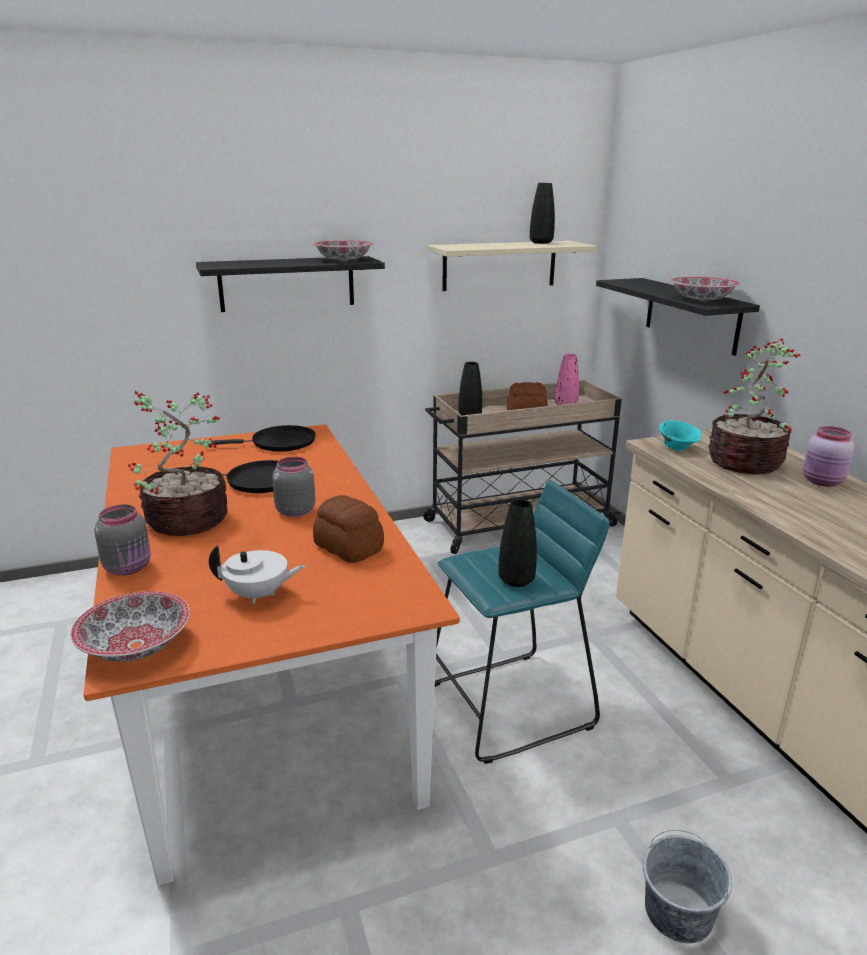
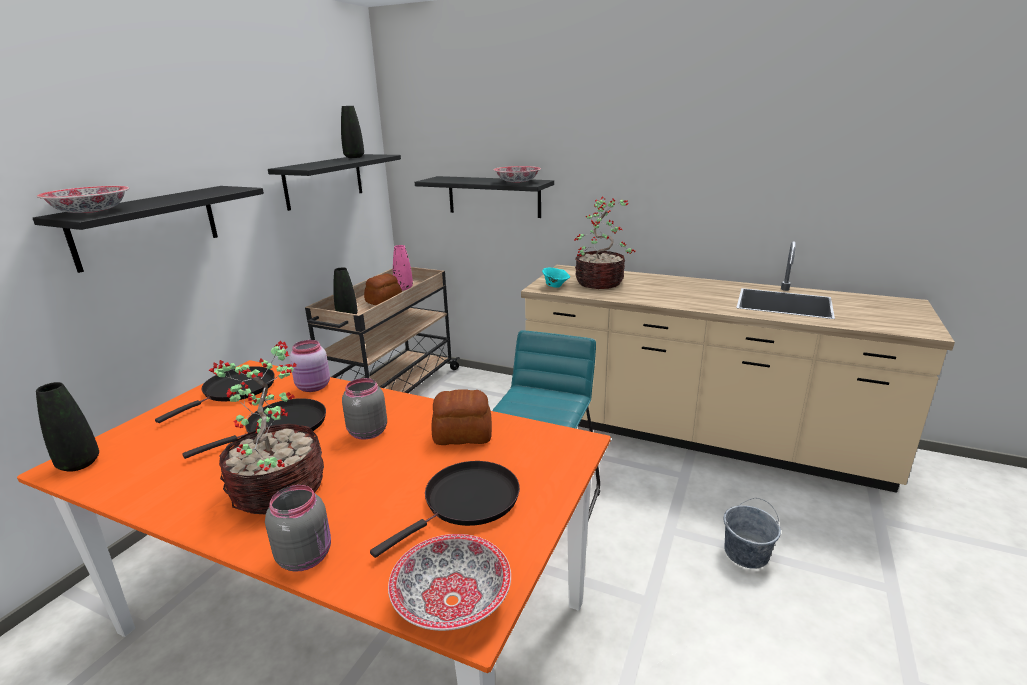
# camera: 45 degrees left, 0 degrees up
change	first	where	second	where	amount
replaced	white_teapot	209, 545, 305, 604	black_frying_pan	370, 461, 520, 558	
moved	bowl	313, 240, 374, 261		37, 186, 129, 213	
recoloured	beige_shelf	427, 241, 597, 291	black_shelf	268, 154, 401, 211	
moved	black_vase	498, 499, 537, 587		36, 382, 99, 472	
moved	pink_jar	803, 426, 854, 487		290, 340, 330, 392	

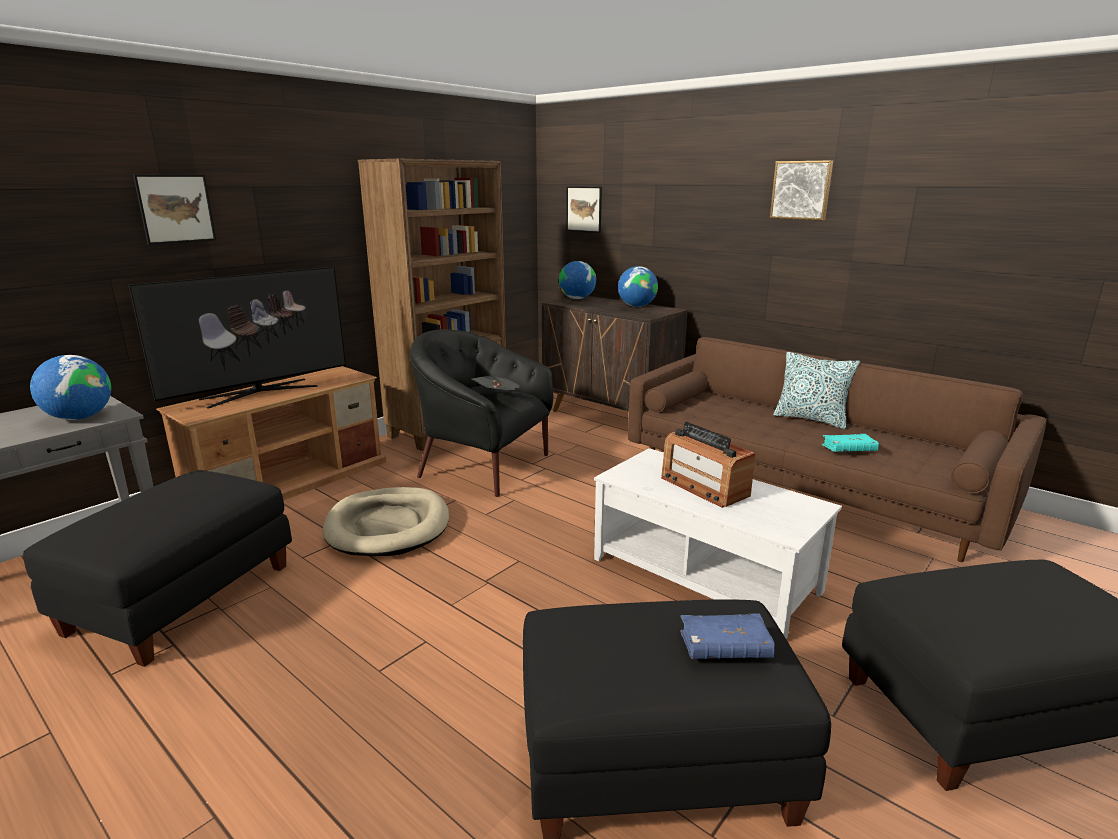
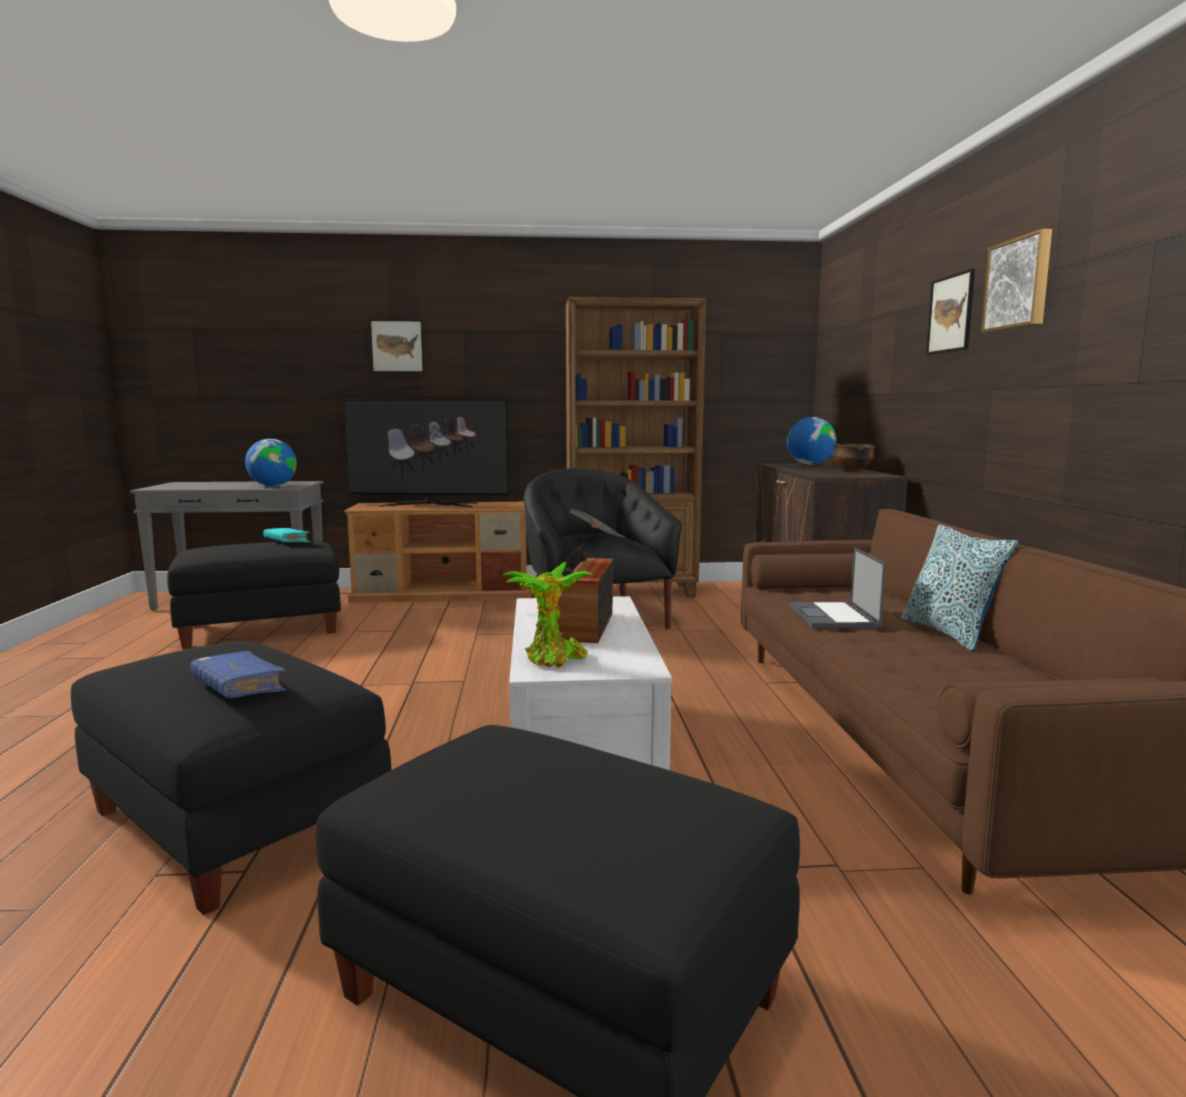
# camera: 45 degrees right, 10 degrees down
change	first	where	second	where	amount
removed	beige_dog_bed	323, 487, 449, 556			
moved	picture	566, 186, 602, 233		926, 269, 975, 355	
replaced	globe	618, 266, 658, 307	bowl	832, 444, 875, 472	
moved	turquoise_book	822, 434, 879, 452		263, 528, 310, 542	
added			potted_plant	503, 562, 591, 668	
added			laptop	789, 547, 886, 628	

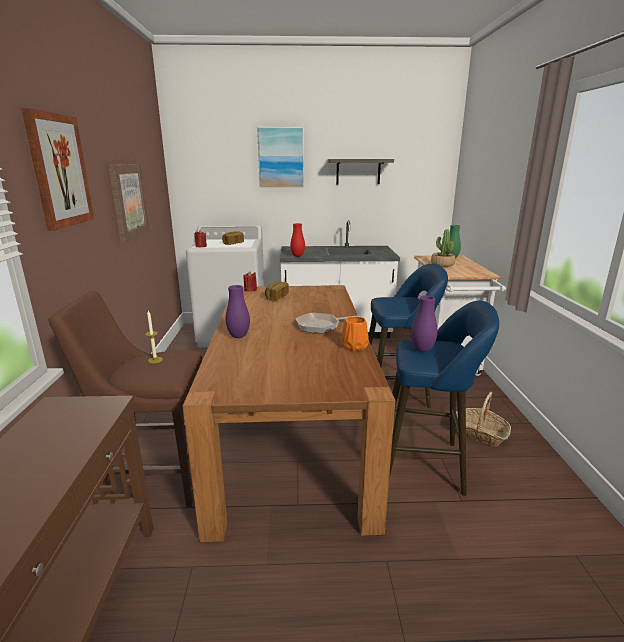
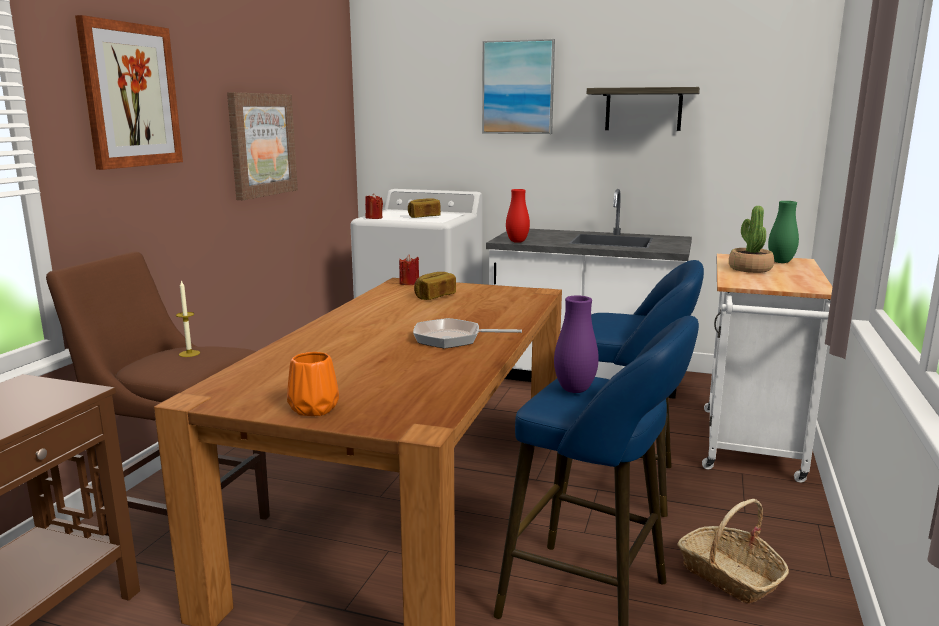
# camera: 20 degrees right, 5 degrees down
change	first	where	second	where	amount
removed	purple_vase	226, 285, 250, 338			
moved	orange_vase	341, 317, 369, 351		287, 352, 339, 416	

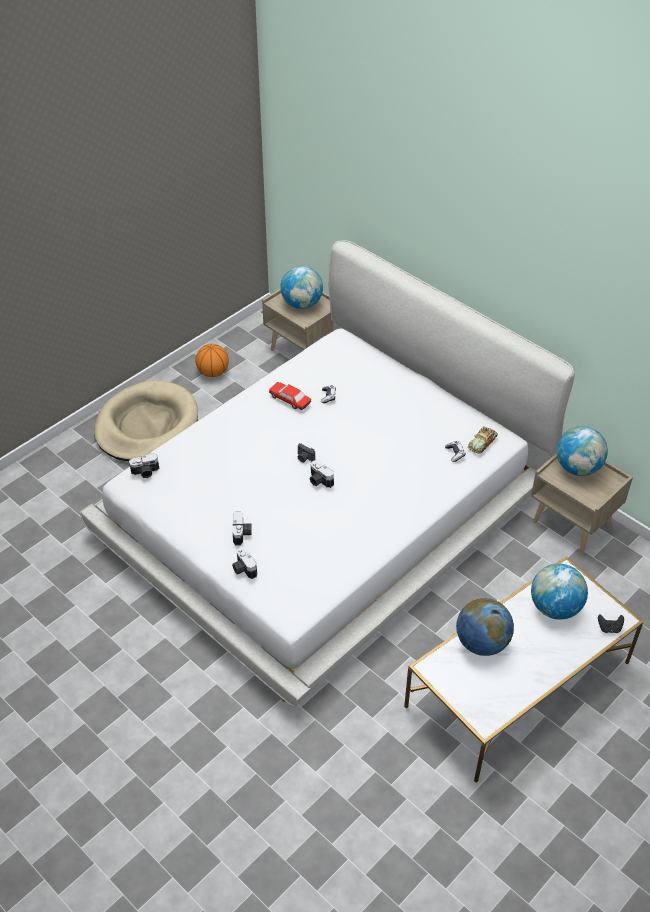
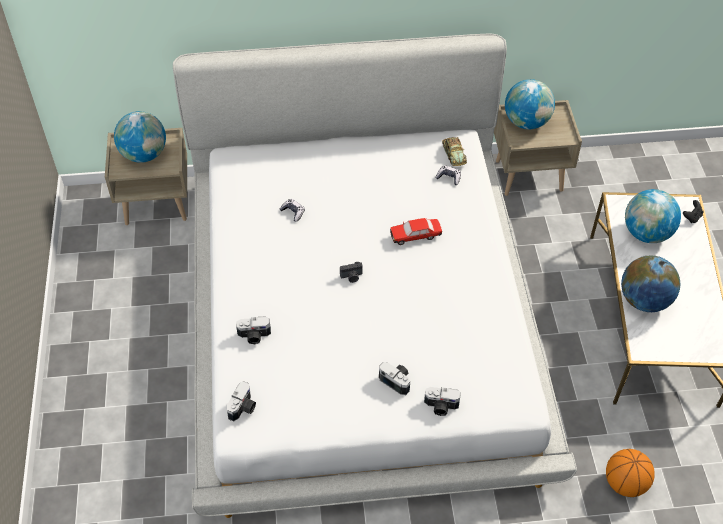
# camera: 50 degrees left, 5 degrees up
change	first	where	second	where	amount
removed	beige_dog_bed	94, 381, 198, 461			
moved	basketball	195, 344, 229, 377		606, 449, 655, 497	
moved	toy_car	269, 382, 311, 410		390, 218, 442, 245	
moved	photo_camera	310, 461, 334, 488		236, 316, 271, 344	

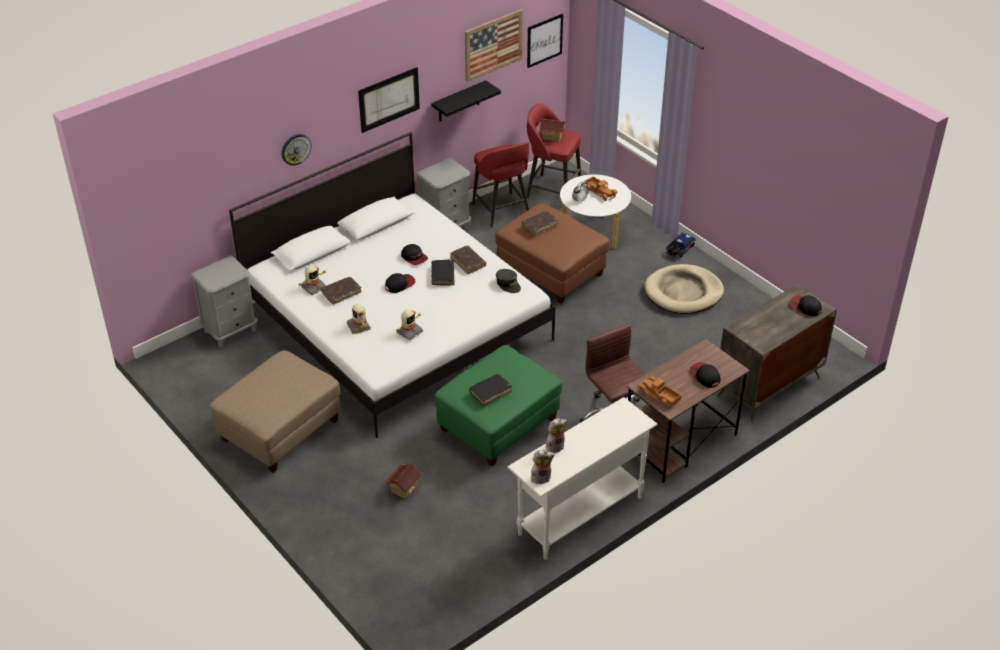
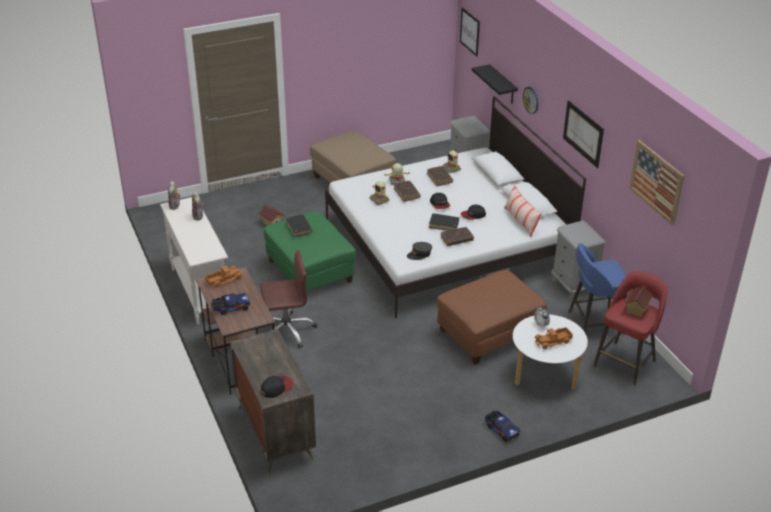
# camera: 105 degrees right, 5 degrees down
change	first	where	second	where	amount
moved	black_shelf	431, 80, 501, 121		472, 64, 518, 104	
recoloured	red_stool	472, 142, 529, 228	blue_stool	568, 243, 629, 334	
moved	brown_book	522, 211, 559, 236		394, 181, 421, 202	
moved	picture	527, 14, 563, 68		460, 7, 480, 57	
removed	beige_dog_bed	645, 264, 724, 314			
replaced	cap	690, 362, 721, 388	toy_truck	211, 293, 250, 315	
added			pillow	504, 185, 542, 237	

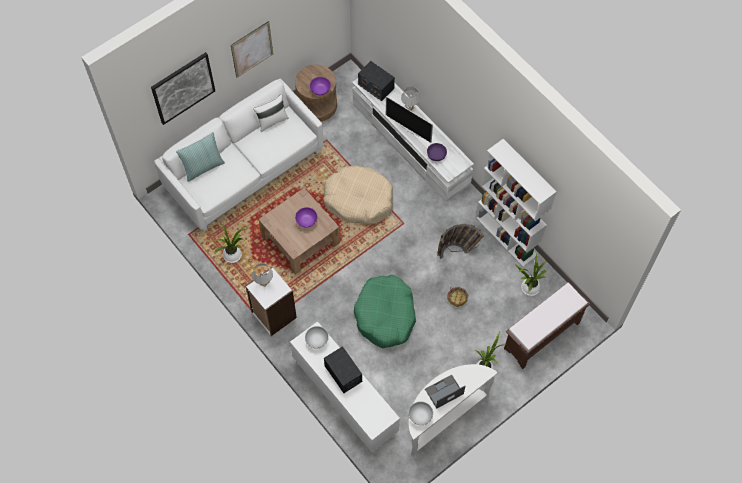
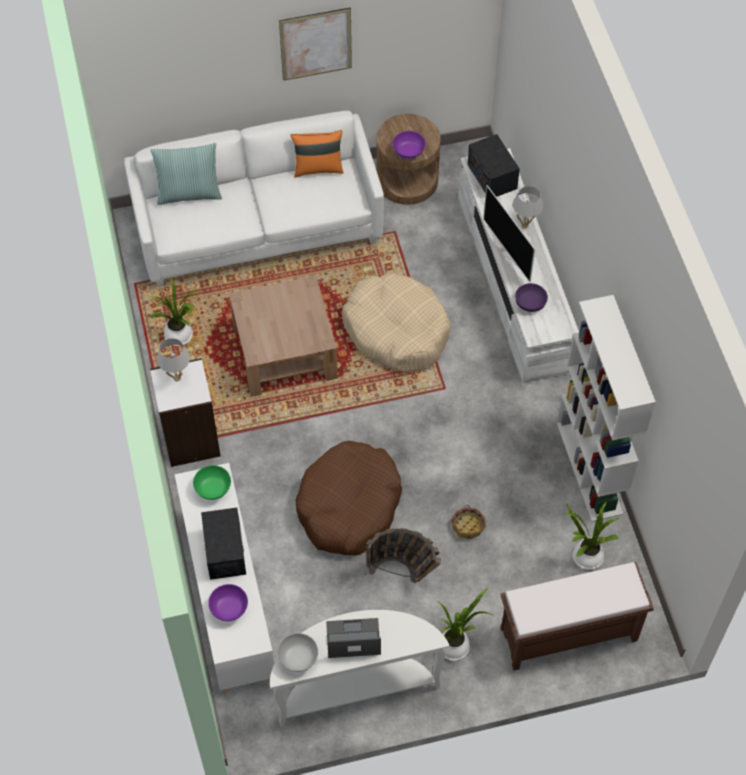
# camera: 25 degrees right, 5 degrees down
change	first	where	second	where	amount
removed	picture	151, 52, 215, 125			
recoloured	white_pillow	253, 94, 289, 132	orange_pillow	290, 130, 344, 178	
moved	purple_bowl	295, 207, 317, 228		208, 584, 248, 621	
recoloured	white_bowl	305, 326, 329, 349	green_bowl	193, 465, 231, 500	
recoloured	green_dog_bed	354, 275, 416, 348	brown_dog_bed	296, 441, 402, 556	
moved	basket	437, 224, 485, 259		366, 528, 441, 583	

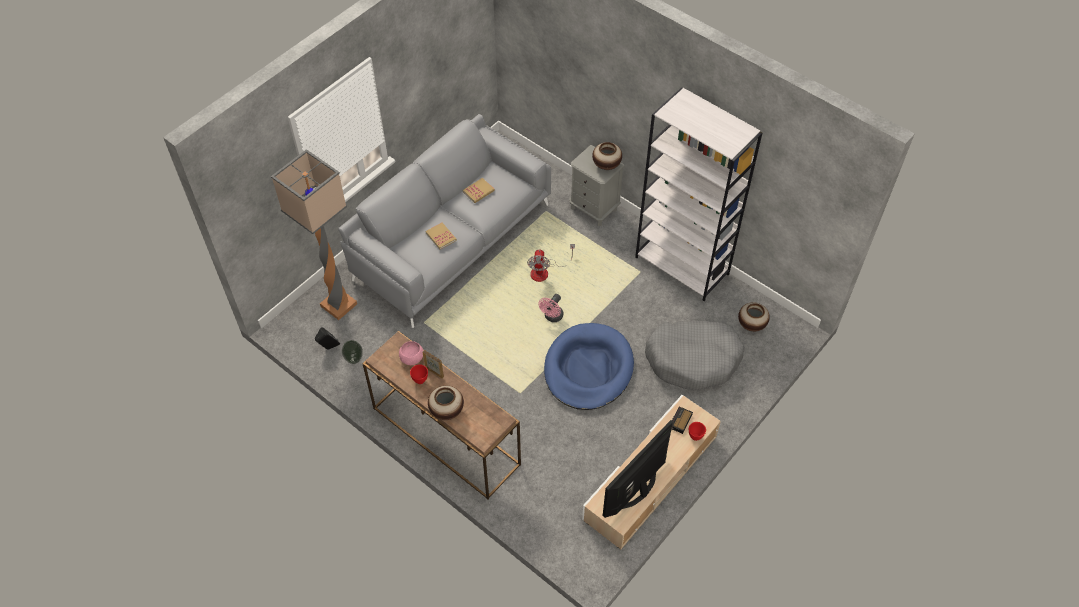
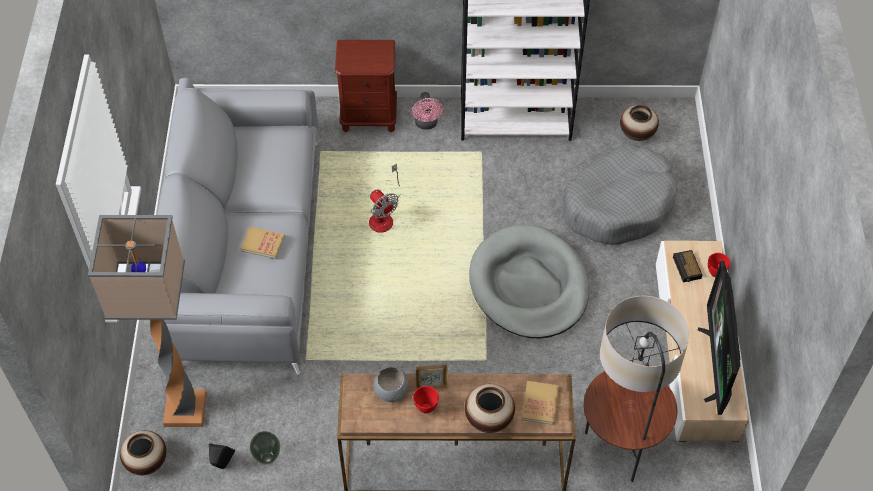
# camera: 40 degrees left, 0 degrees up
change	first	where	second	where	amount
recoloured	pink_bowl	399, 341, 423, 365	grey_bowl	374, 367, 409, 402	
moved	book	463, 178, 495, 203		522, 381, 559, 425	
moved	pink_fan	538, 294, 563, 322		412, 92, 443, 129	
recoloured	blue_dog_bed	544, 323, 634, 410	grey_dog_bed	469, 225, 589, 339	
recoloured	grey_nightstand	569, 145, 624, 226	brown_nightstand	335, 40, 397, 133	
moved	vase	592, 142, 622, 170		120, 430, 167, 475	
added			floor_lamp	584, 296, 689, 482	

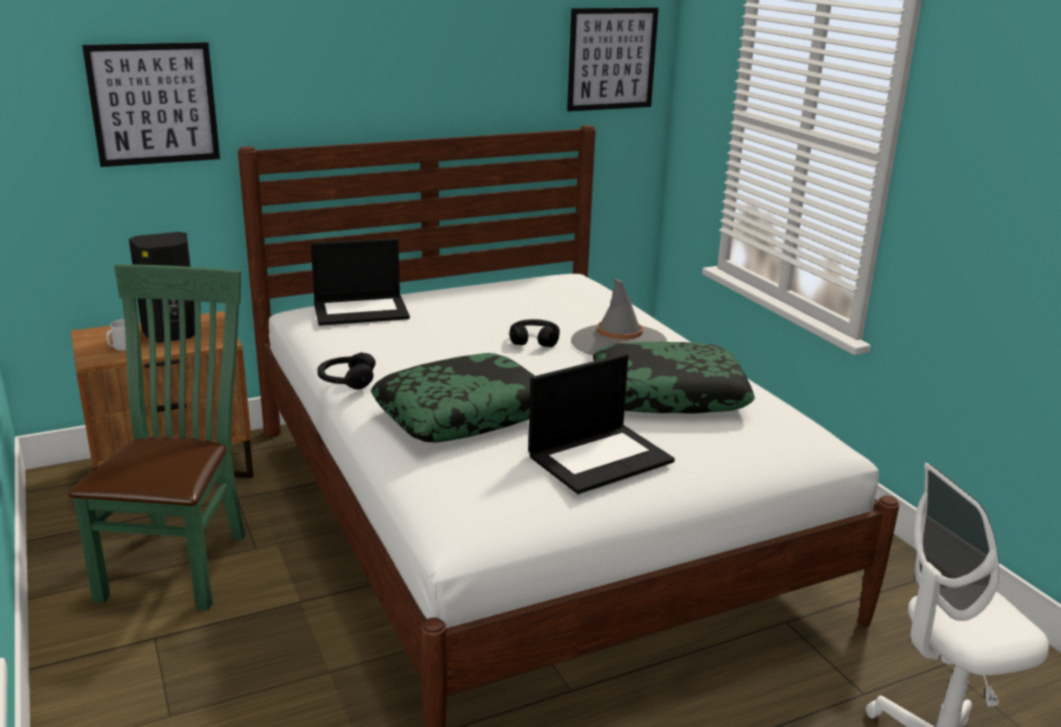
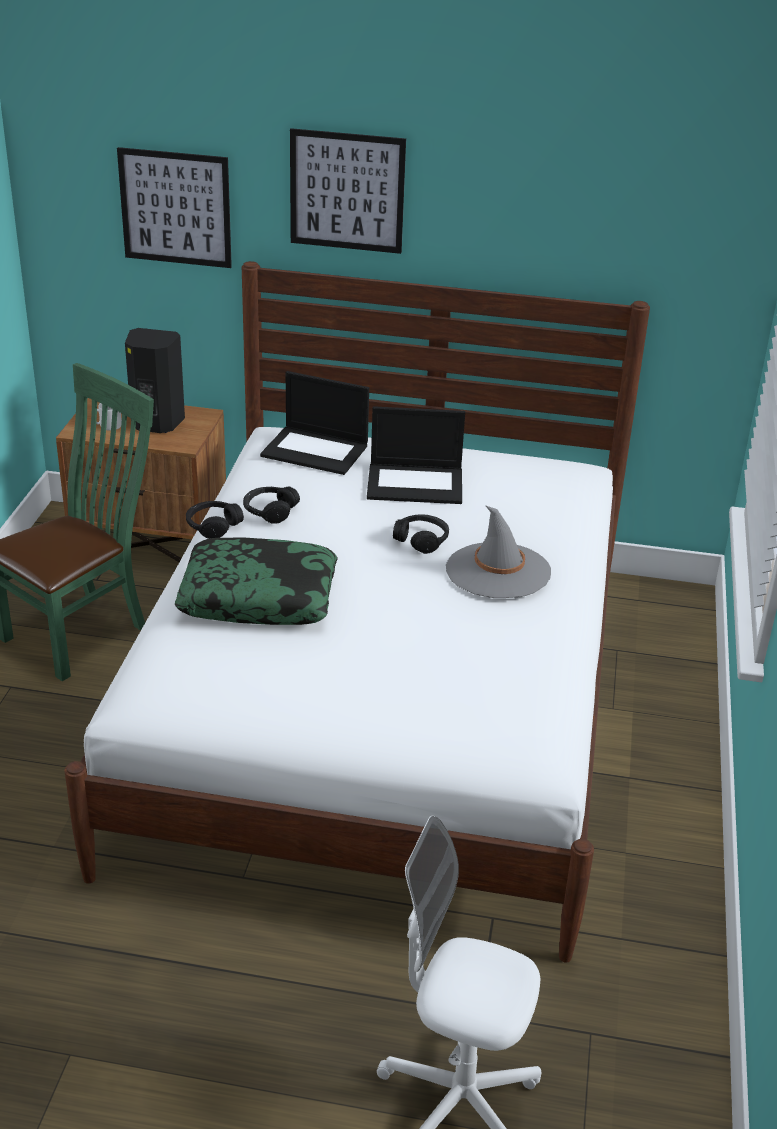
# camera: 35 degrees right, 10 degrees up
change	first	where	second	where	amount
moved	laptop	528, 353, 675, 494		367, 406, 465, 504	
moved	picture	567, 8, 658, 111		290, 128, 406, 254	
removed	pillow	593, 342, 755, 413			
added			black_headphones	243, 486, 300, 524	

